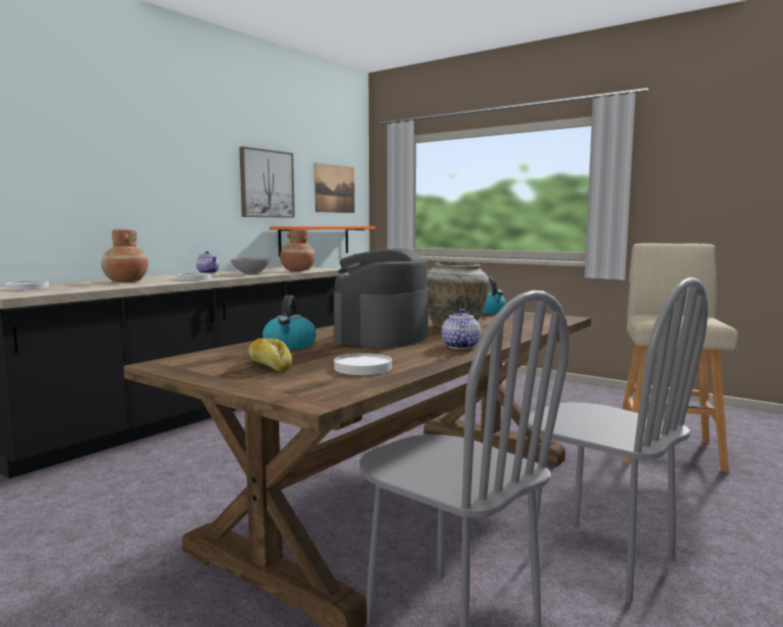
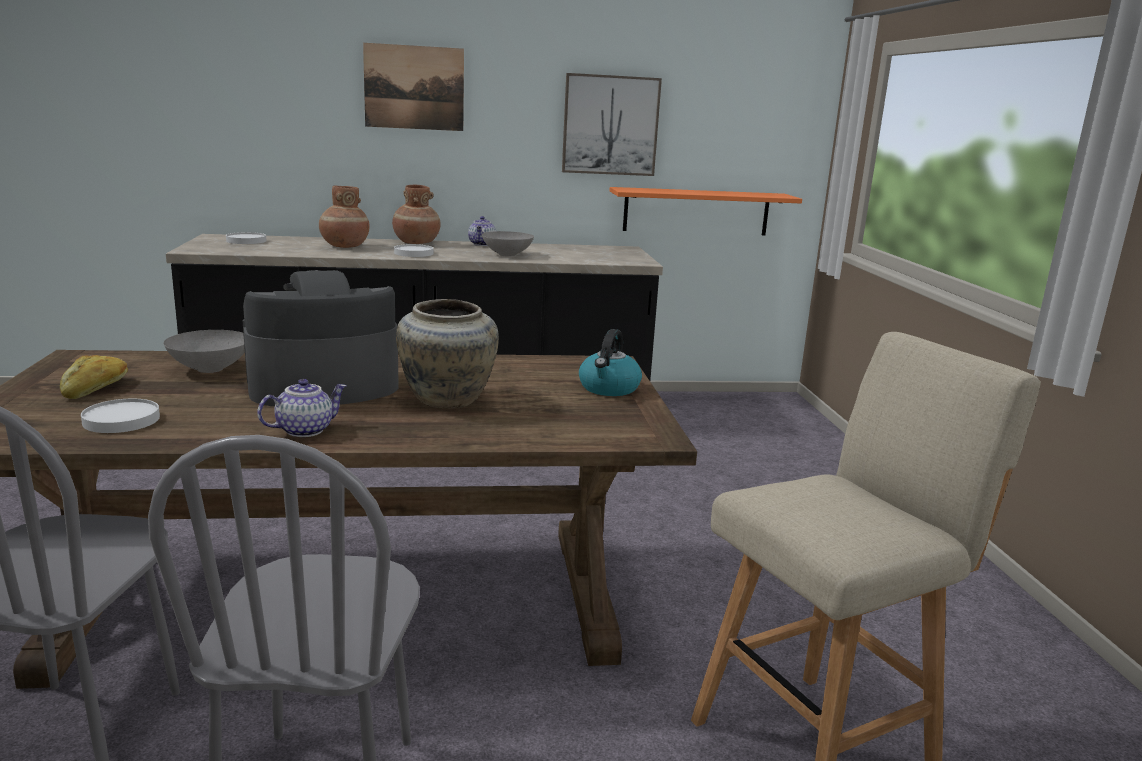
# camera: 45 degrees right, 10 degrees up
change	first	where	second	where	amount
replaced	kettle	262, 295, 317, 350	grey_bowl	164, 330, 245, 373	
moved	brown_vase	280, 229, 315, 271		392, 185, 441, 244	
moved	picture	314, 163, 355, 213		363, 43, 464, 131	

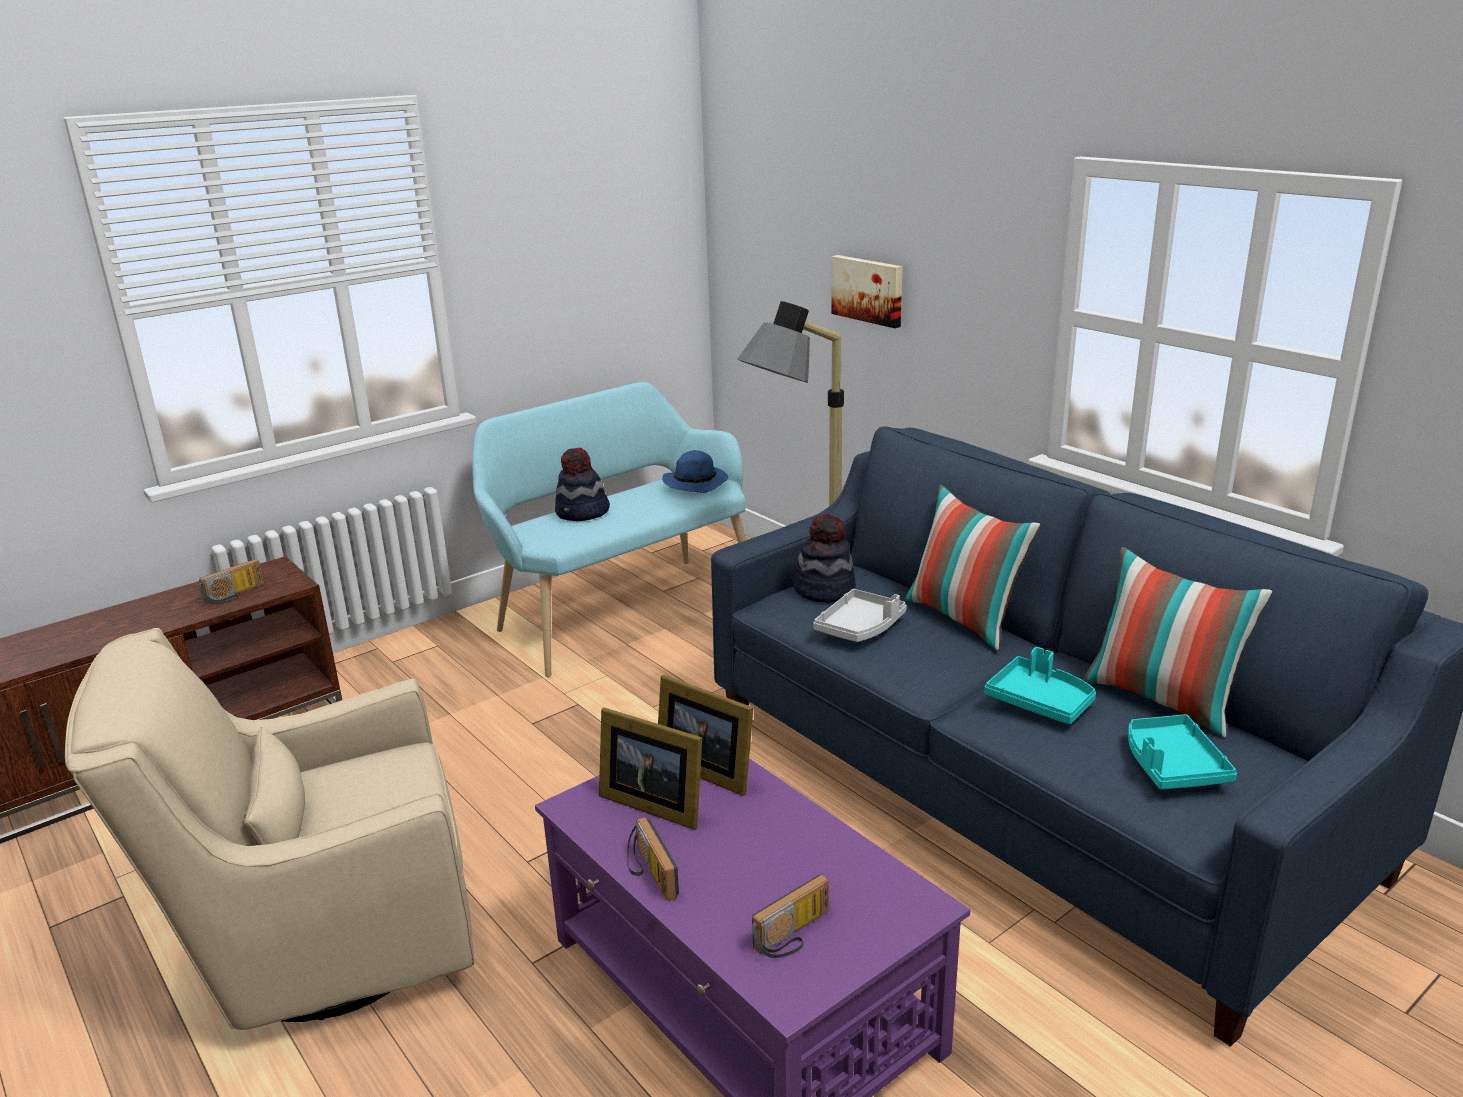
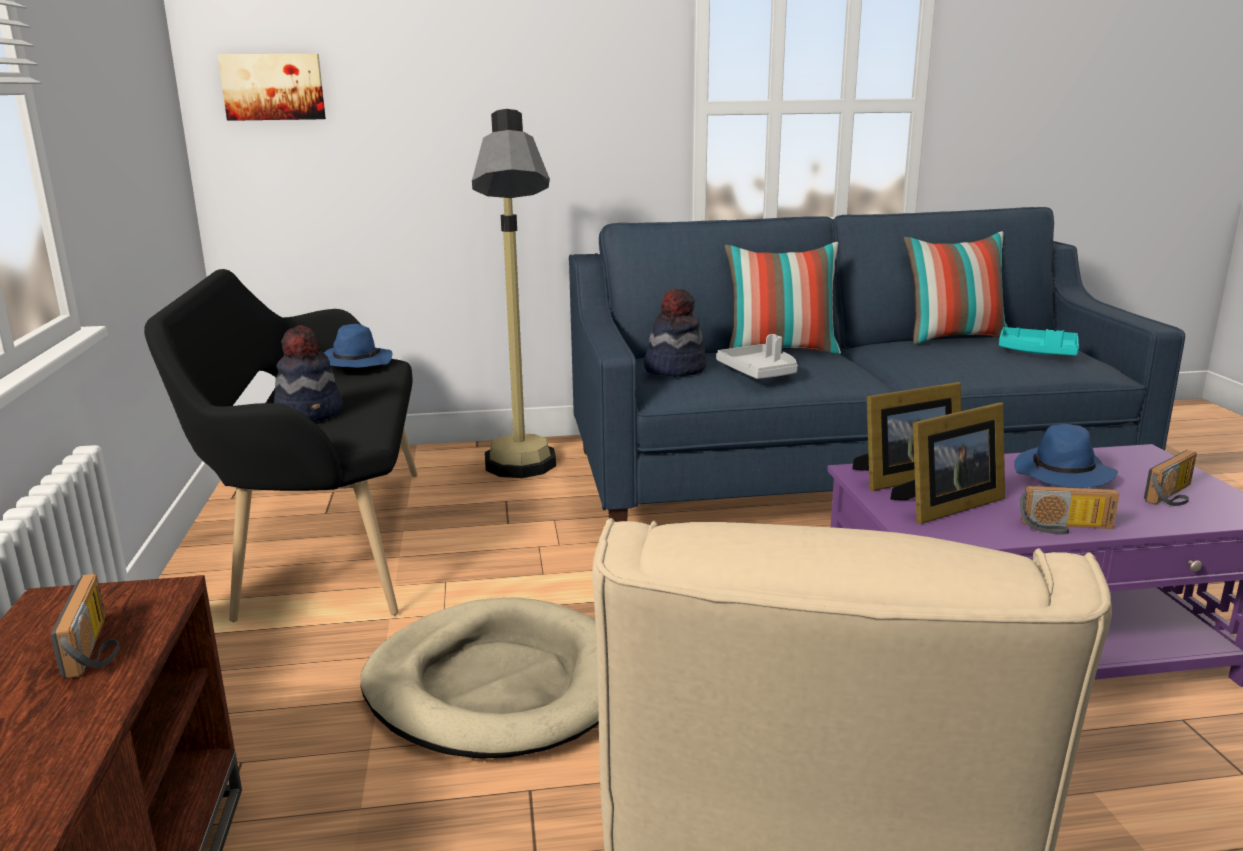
# camera: 60 degrees left, 5 degrees down
change	first	where	second	where	amount
recoloured	turquoise_bench	472, 382, 746, 677	black_bench	144, 269, 418, 622	
turned	radio	752, 874, 829, 958		1144, 450, 1197, 506	60 degrees clockwise
moved	picture	831, 255, 903, 328		218, 54, 326, 121	
removed	turquoise_tray	984, 647, 1096, 724			
added			beige_dog_bed	360, 597, 599, 759	
added			blue_hat	1014, 424, 1118, 488	

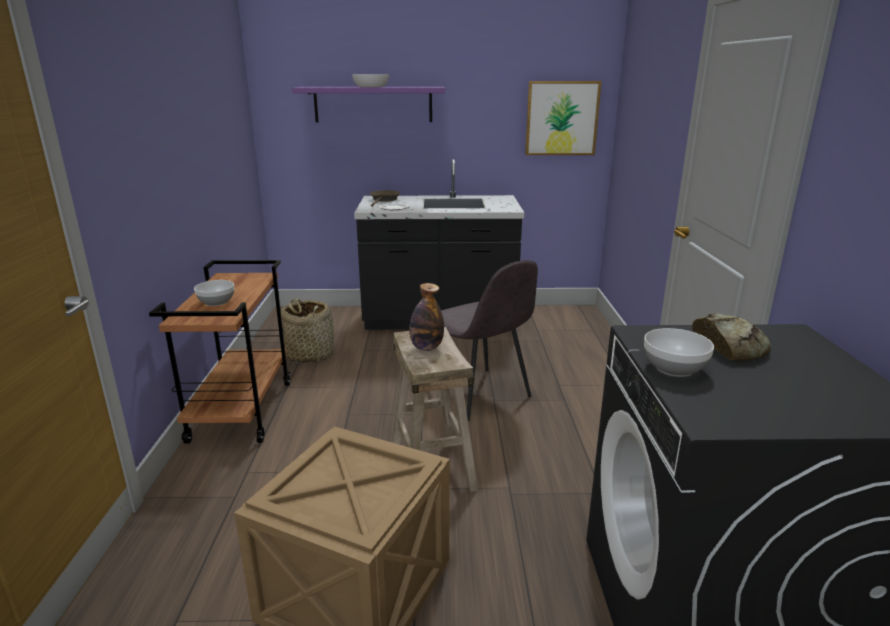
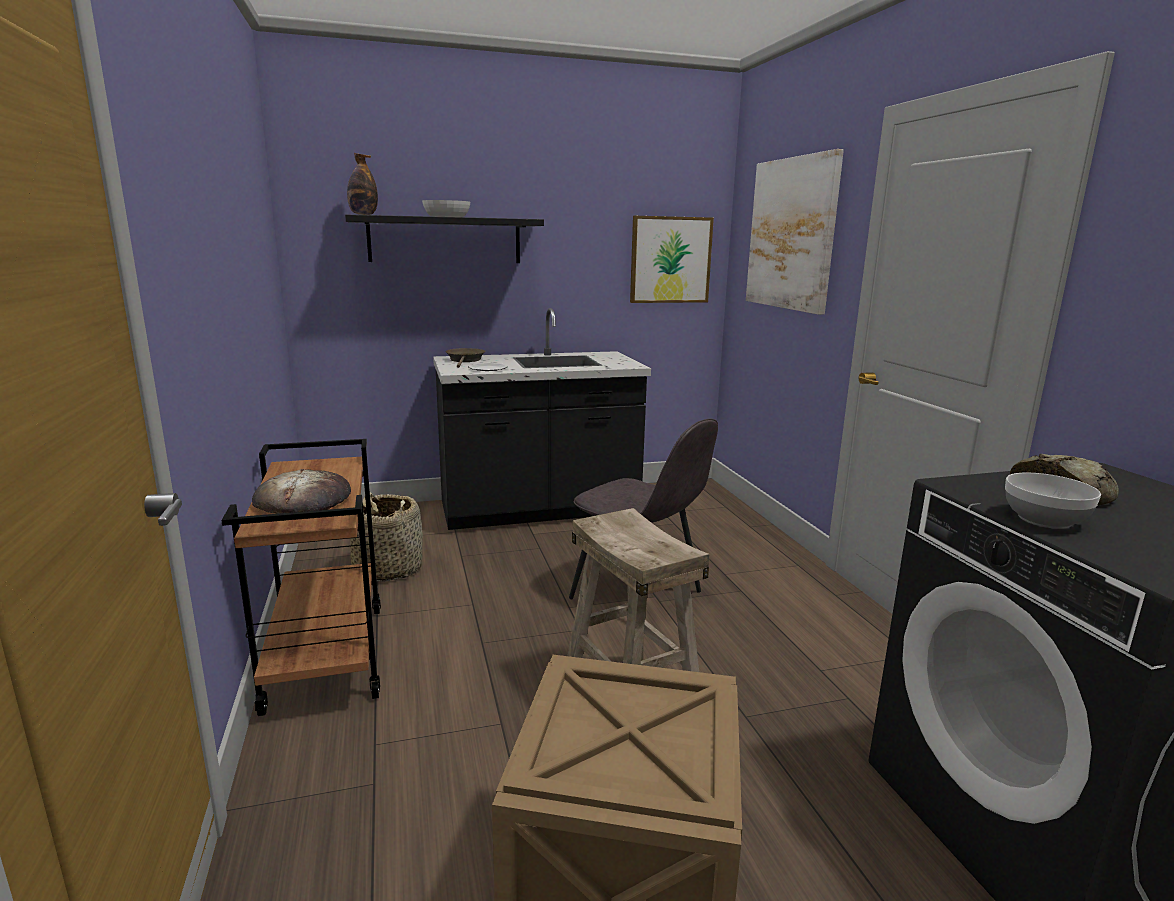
# camera: 15 degrees left, 5 degrees down
change	first	where	second	where	amount
replaced	bowl	194, 280, 234, 306	bread	252, 469, 351, 514	
recoloured	purple_shelf	292, 87, 445, 122	black_shelf	345, 215, 544, 263	
moved	bottle	409, 283, 444, 351		347, 153, 378, 215	
added			picture	746, 149, 844, 315	

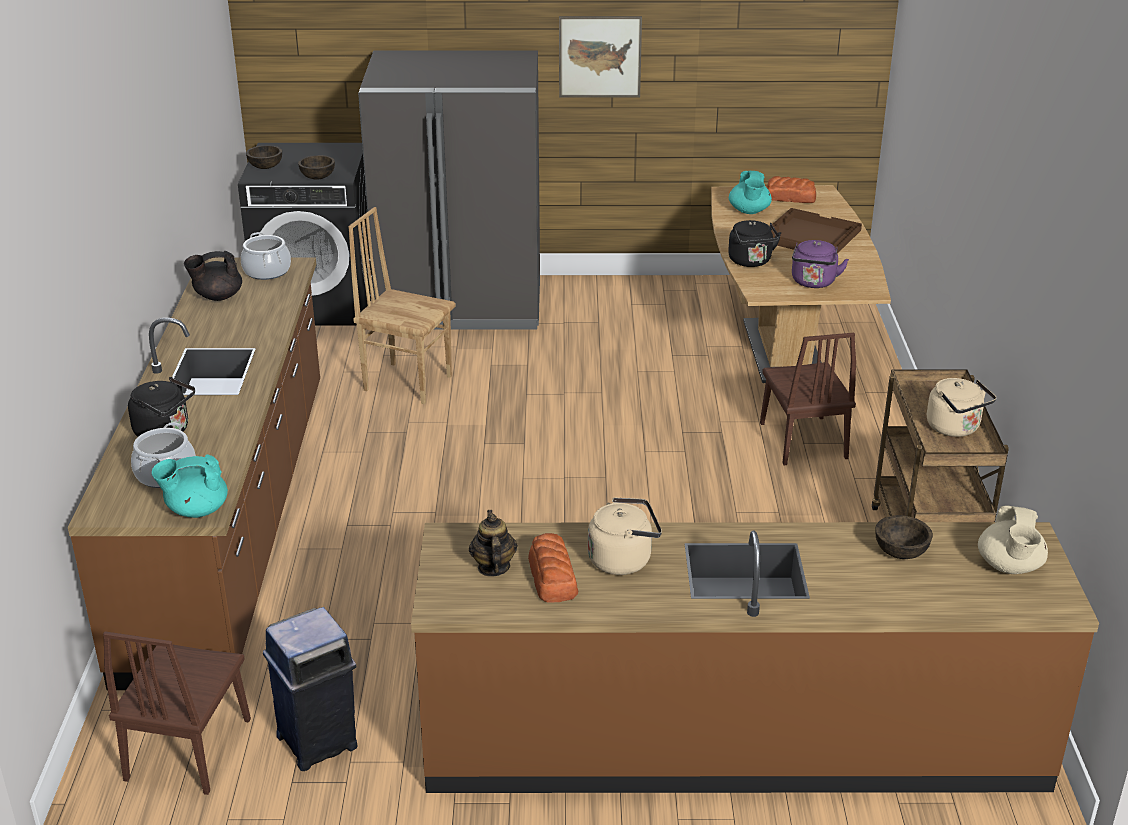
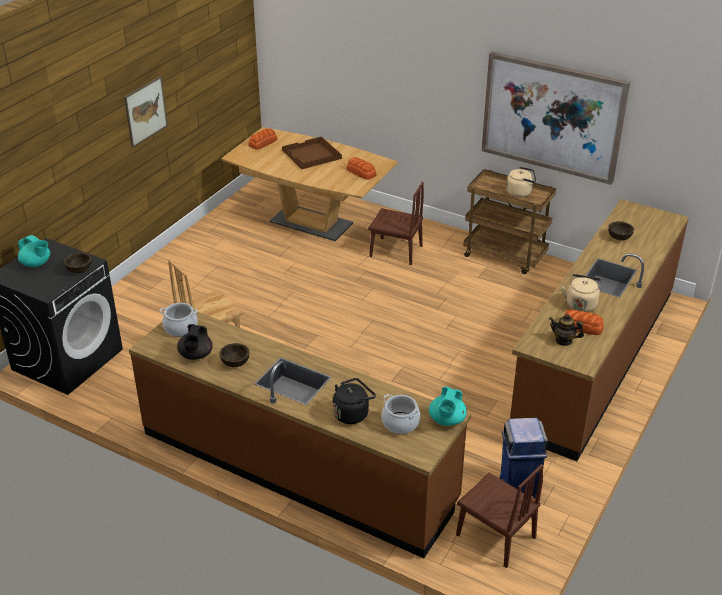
# camera: 60 degrees left, 5 degrees up
change	first	where	second	where	amount
moved	brown_bowl	246, 145, 282, 169		220, 343, 249, 367	
removed	grey_fridge	358, 50, 540, 329			
removed	black_kettle	728, 220, 781, 267			
moved	turquoise_teapot	729, 171, 772, 214		18, 235, 50, 267	
replaced	purple_kettle	792, 240, 849, 288	bread	346, 157, 376, 180	
removed	beige_teapot	978, 505, 1048, 574			
added			picture	482, 51, 631, 185	

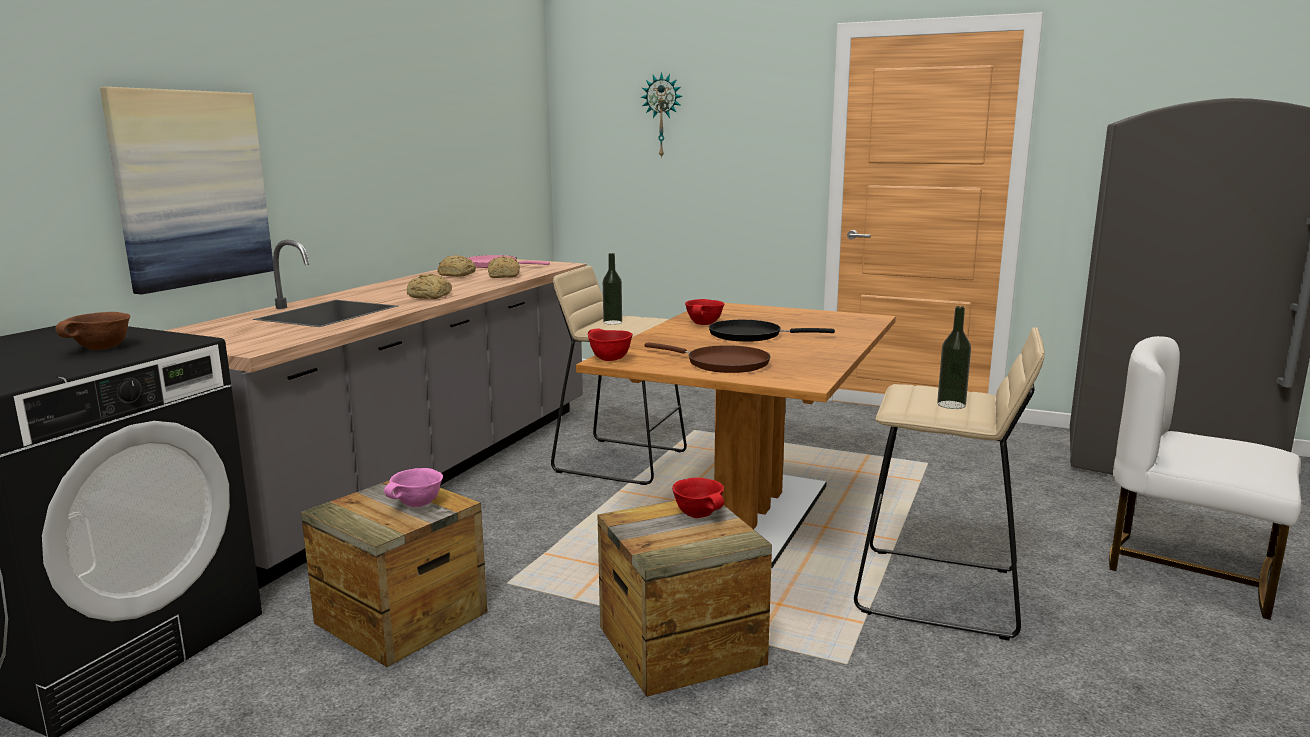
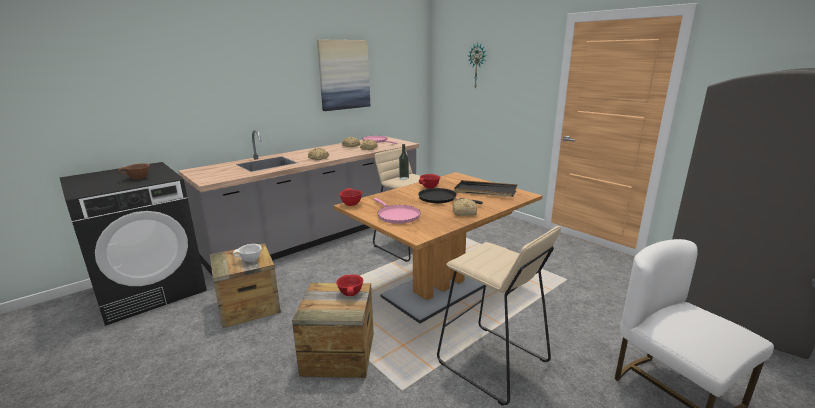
# camera: 25 degrees right, 5 degrees up
change	first	where	second	where	amount
moved	picture	100, 87, 274, 294		317, 40, 370, 111	
recoloured	pink_bowl	384, 468, 443, 507	white_bowl	233, 244, 262, 262	
recoloured	brown_frying_pan	644, 342, 770, 373	pink_frying_pan	374, 198, 421, 224	
removed	bottle	937, 306, 971, 409			
added			bread	452, 199, 477, 216	
added			black_tray	454, 180, 517, 197	

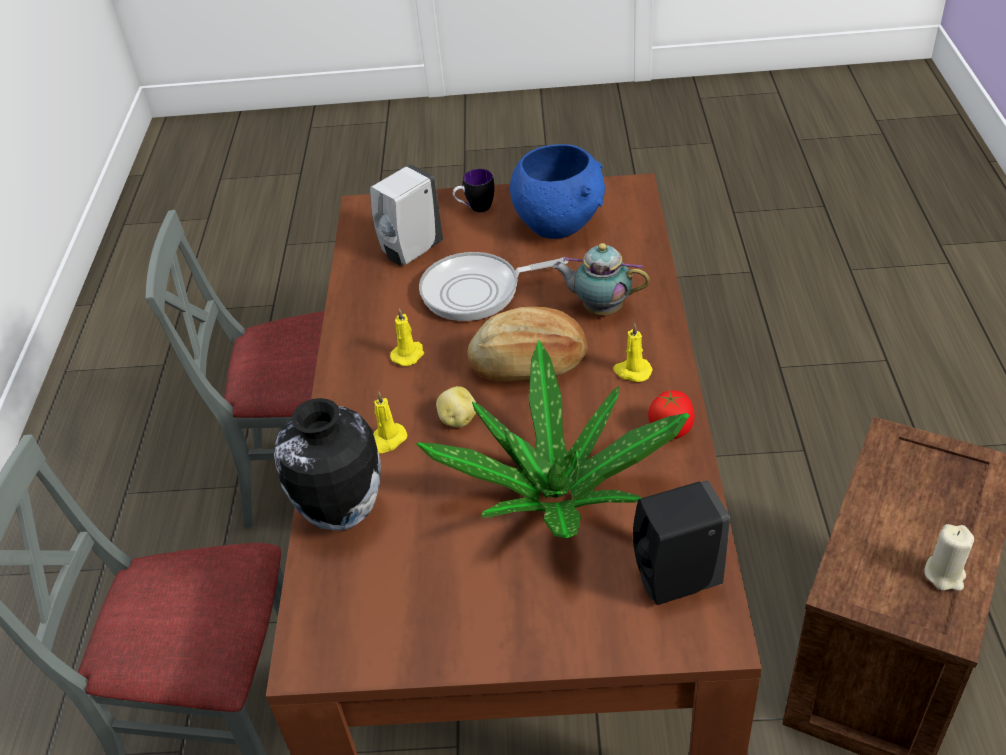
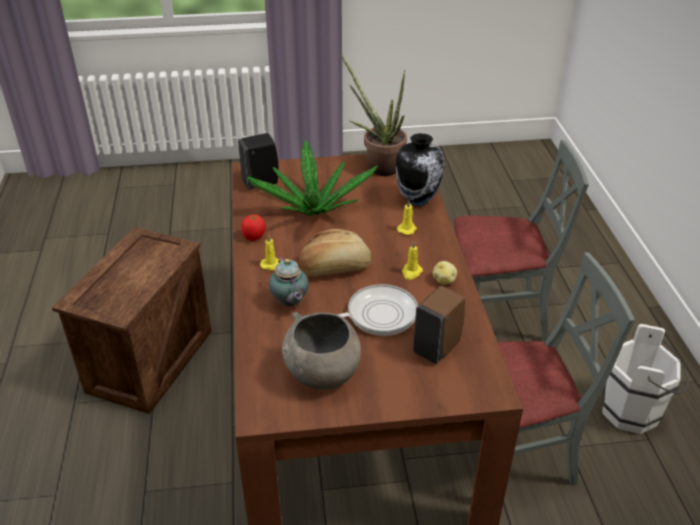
# camera: 170 degrees right, 5 degrees down
change	first	where	second	where	amount
recoloured	white_soap_dispenser	370, 165, 443, 266	brown_soap_dispenser	413, 286, 465, 364	
moved	potato	436, 386, 476, 427		433, 261, 457, 285	
removed	mug	453, 169, 494, 212			
recoloured	blue_bowl	510, 144, 605, 239	grey_bowl	282, 312, 361, 389	
turned	teapot	553, 243, 650, 315		269, 256, 309, 307	60 degrees clockwise
removed	beige_candle	924, 524, 974, 591			
added			potted_plant	340, 54, 407, 176	
added			white_bucket	602, 324, 689, 434	

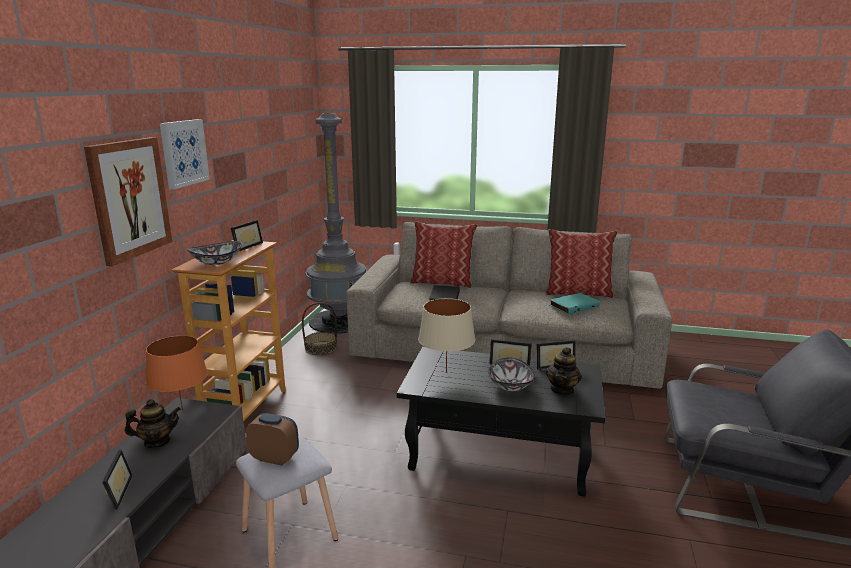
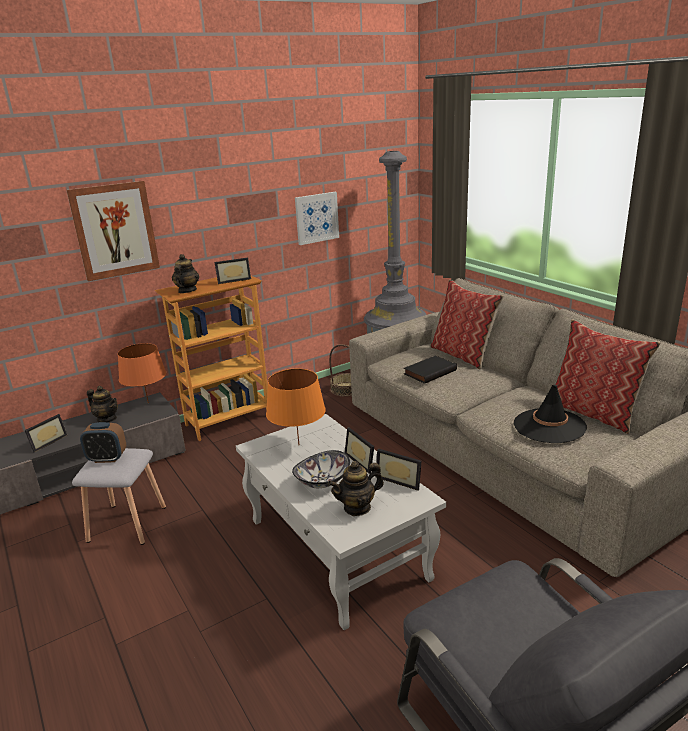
# camera: 45 degrees right, 5 degrees up
change	first	where	second	where	amount
moved	picture	160, 119, 210, 190		295, 192, 339, 245	
replaced	bowl	187, 241, 242, 265	teapot	172, 254, 199, 293	
turned	alarm_clock	246, 413, 299, 466		80, 422, 126, 463	120 degrees clockwise
recoloured	black_coffee_table	397, 347, 605, 497	white_coffee_table	236, 414, 446, 630	
recoloured	beige_table_lamp	418, 298, 475, 373	orange_table_lamp	266, 369, 326, 445	
replaced	turquoise_book	549, 293, 600, 314	black_hat	514, 384, 587, 443	

